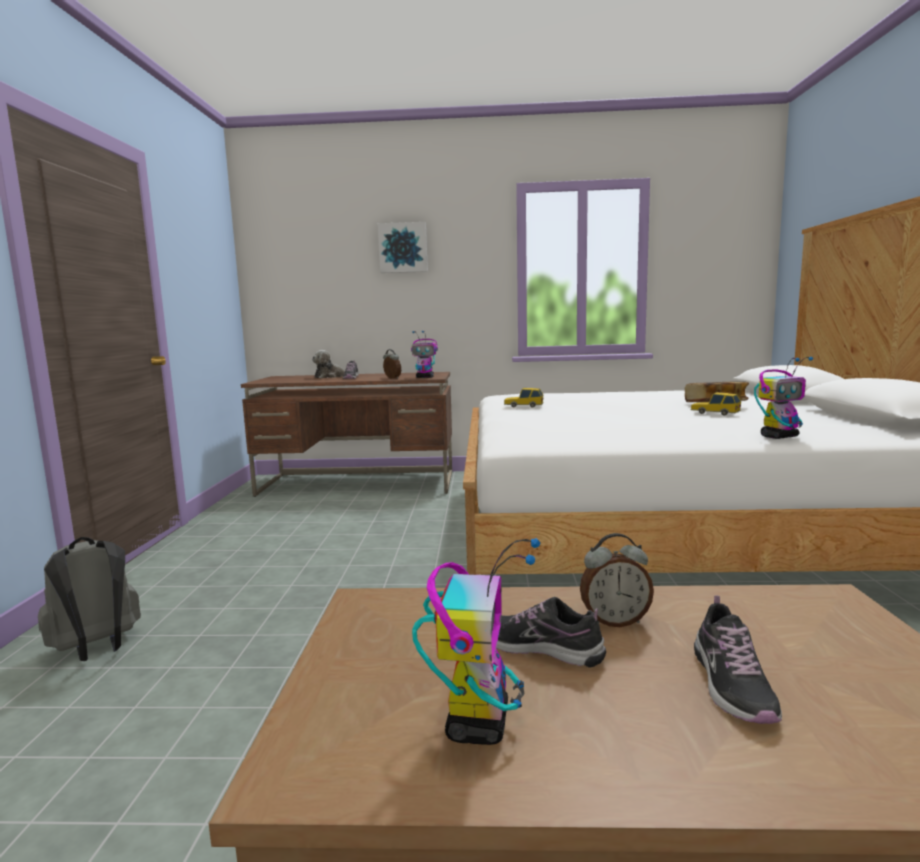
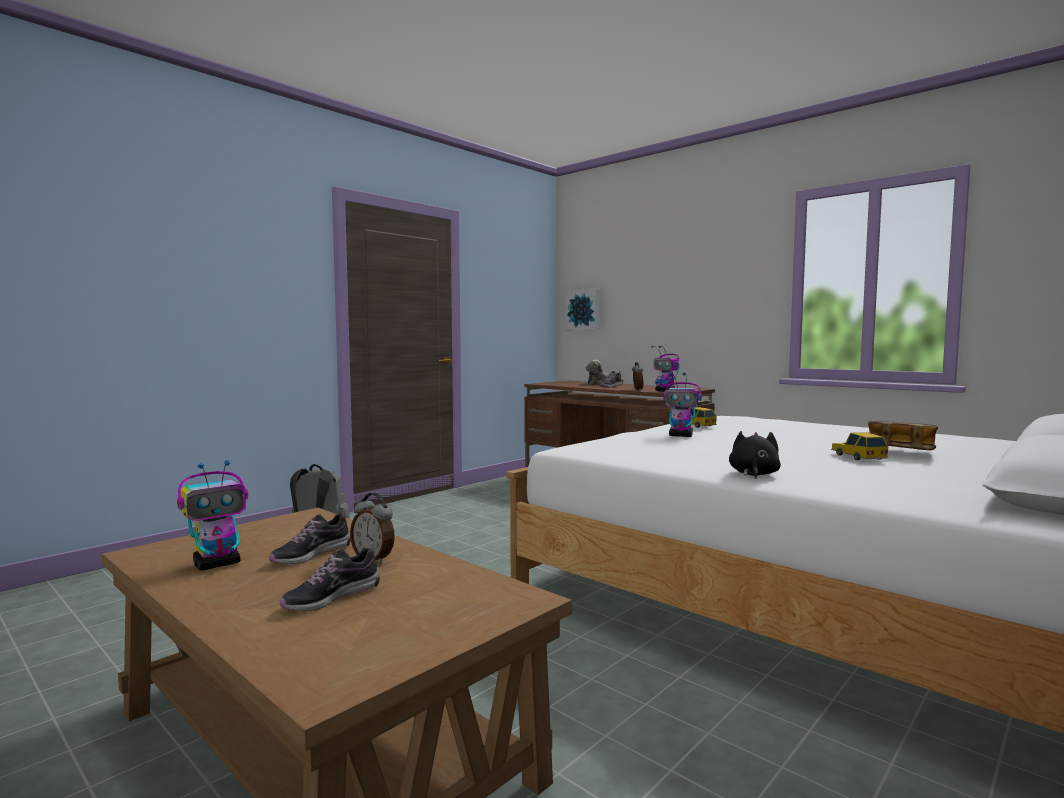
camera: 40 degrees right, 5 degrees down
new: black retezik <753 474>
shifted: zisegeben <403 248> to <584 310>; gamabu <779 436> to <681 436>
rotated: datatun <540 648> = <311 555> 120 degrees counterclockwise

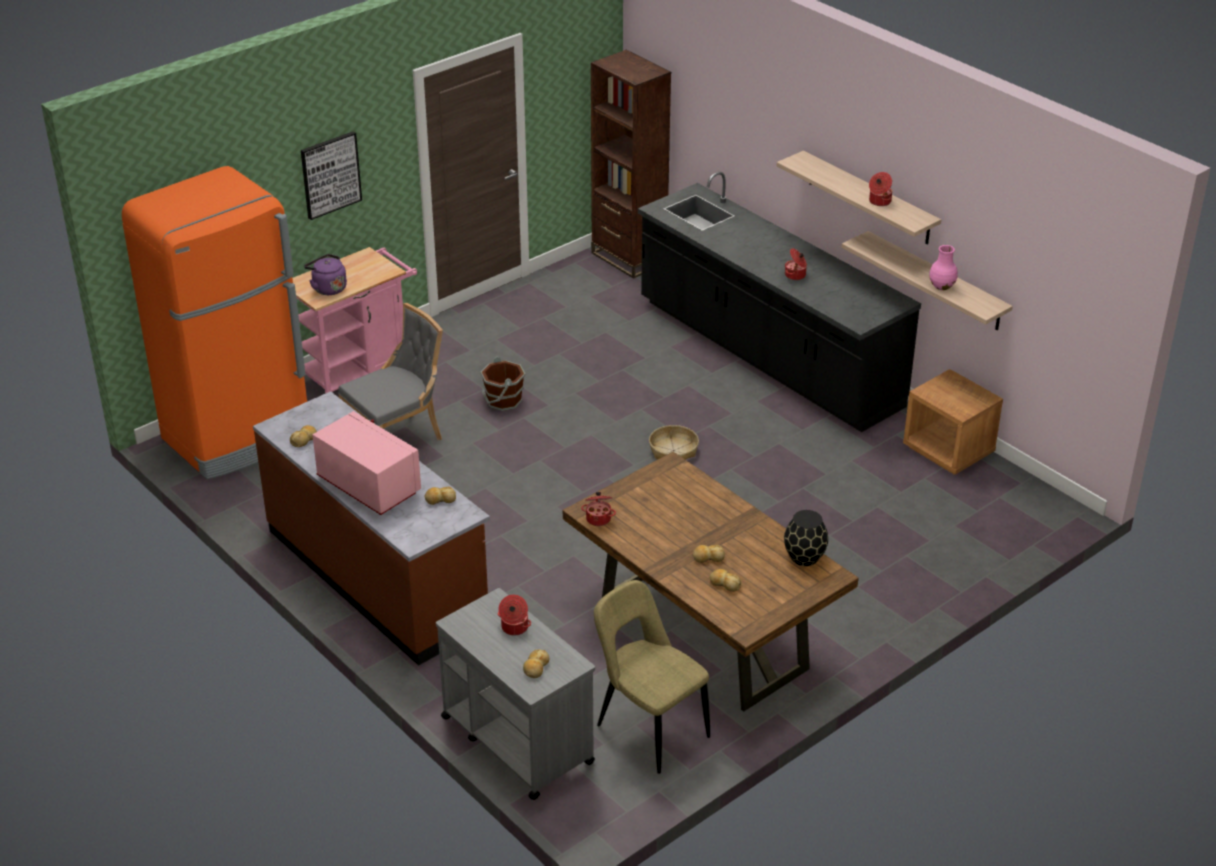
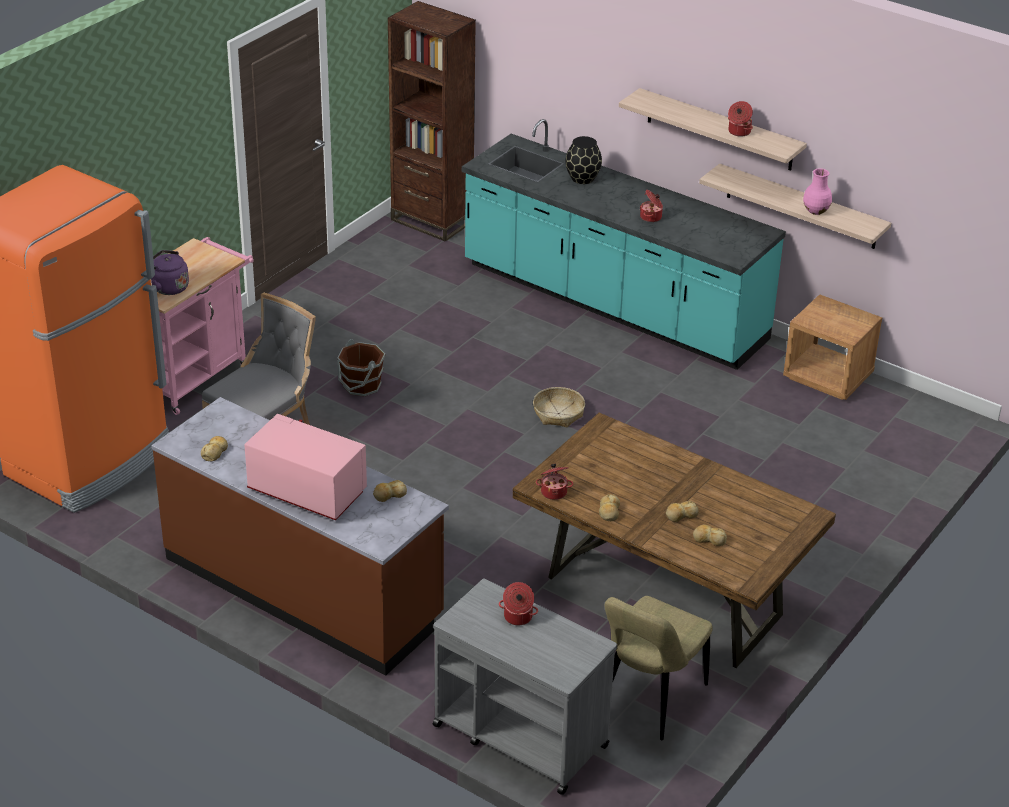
camera: 15 degrees left, 0 degrees up
gone: zisegeben <330 174>
shifted: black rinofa <805 557> to <583 178>; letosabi <536 668> to <609 512>
repainted: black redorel <767 355> to turquoise redorel <613 304>
rotated: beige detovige <649 729> = <649 701> 90 degrees counterclockwise

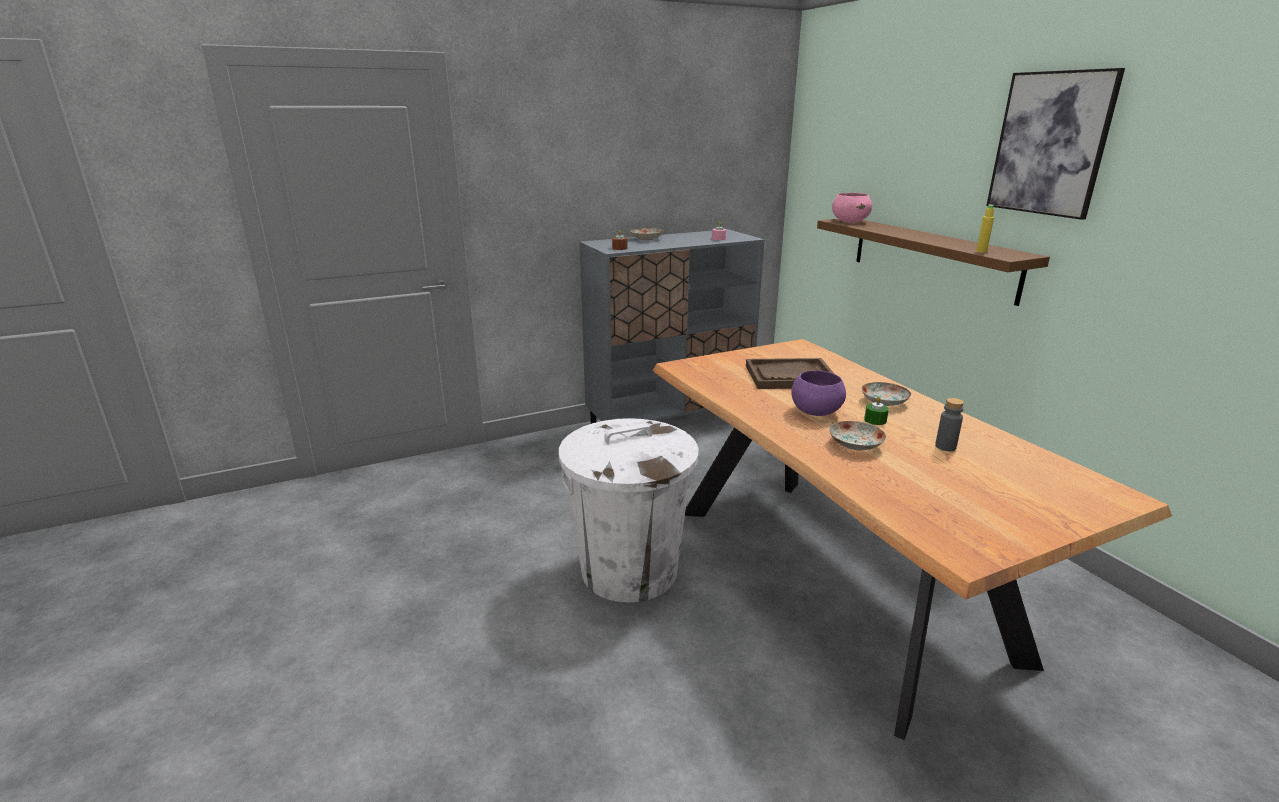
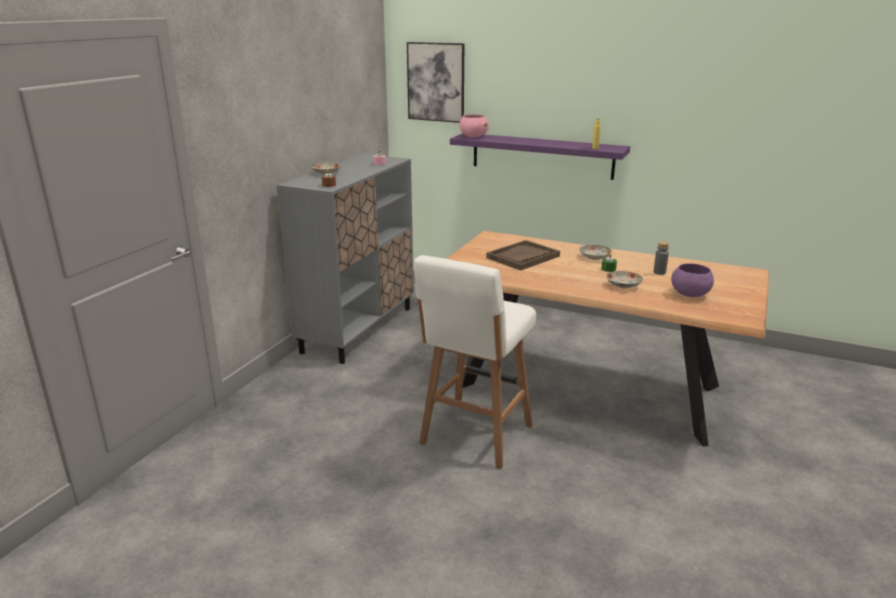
camera: 40 degrees left, 0 degrees up
shifted: zisegeben <1050 144> to <436 82>; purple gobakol <815 412> to <690 294>
swapped: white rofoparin <628 570> to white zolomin <474 436>
repainted: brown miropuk <932 257> to purple miropuk <542 155>

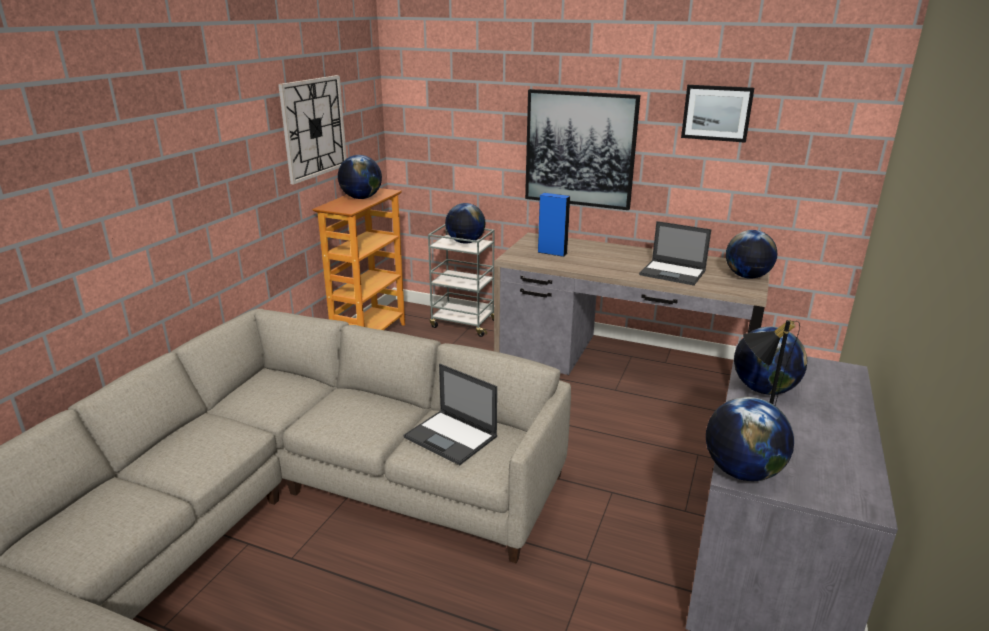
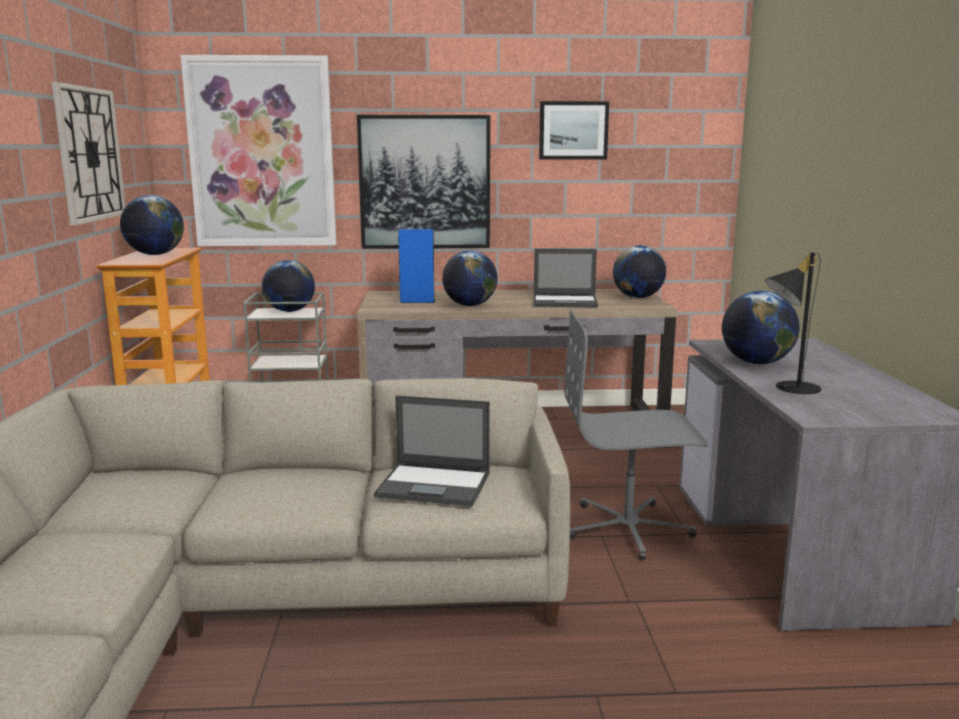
camera: 25 degrees left, 10 degrees down
new: zisegeben <262 153>; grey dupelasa <628 529>
shifted: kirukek <742 472> to <469 305>

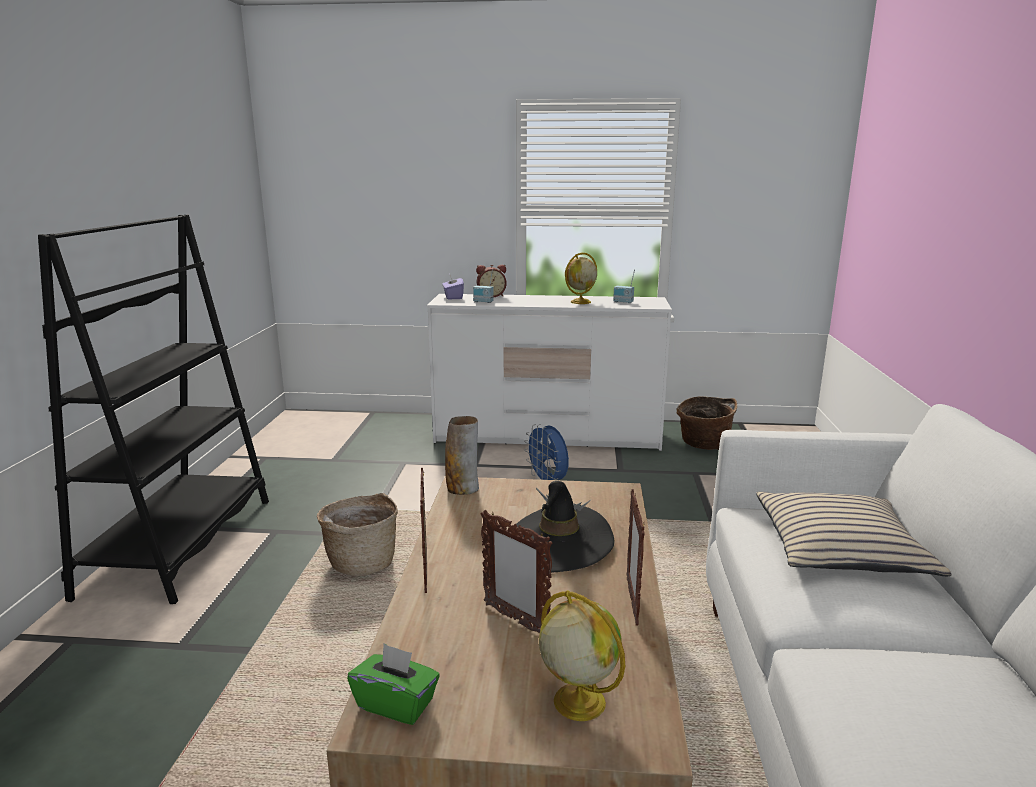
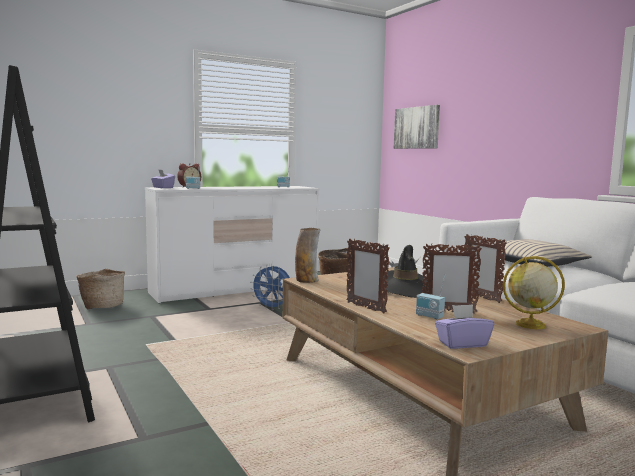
camera: 35 degrees left, 10 degrees down
gone: kirukek <580 302>
new: zisegeben <417 128>; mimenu <429 316>
shifted: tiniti <362 562> to <102 306>
repainted: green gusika <396 703> to purple gusika <462 344>

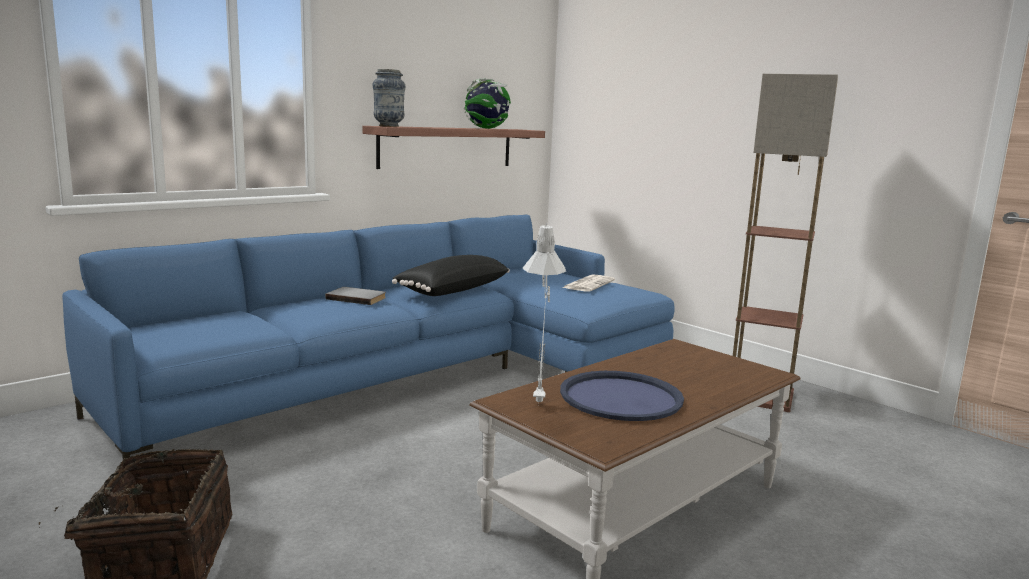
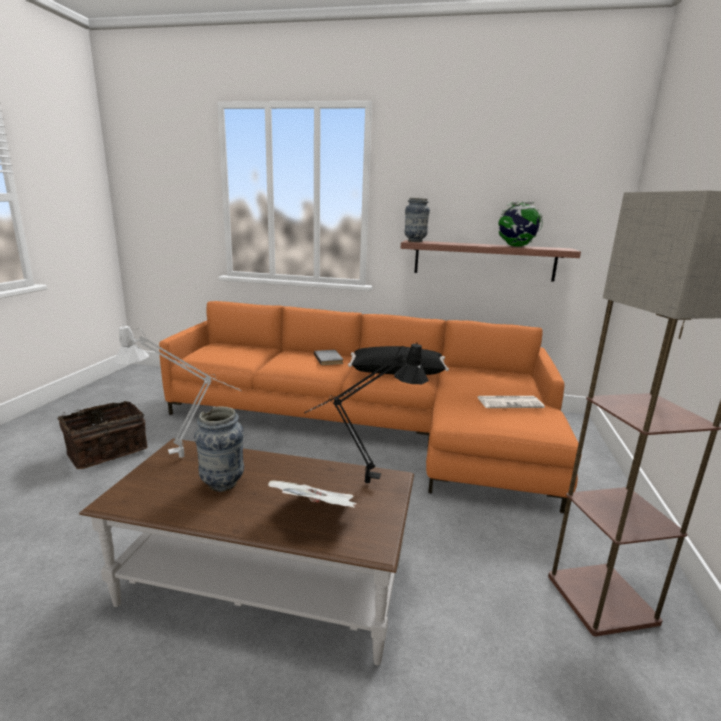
camera: 55 degrees right, 5 degrees up
new: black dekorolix <359 482>; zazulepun <317 513>
swapped: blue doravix <620 397> to rinofa <222 484>
repainted: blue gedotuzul <418 375> to orange gedotuzul <371 425>

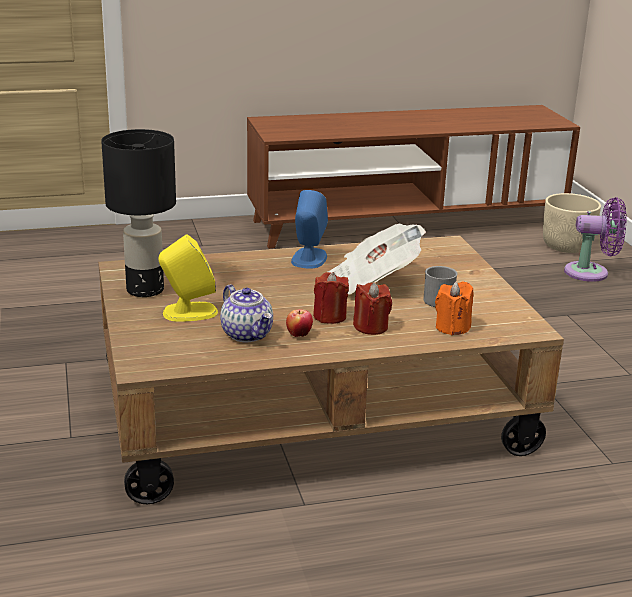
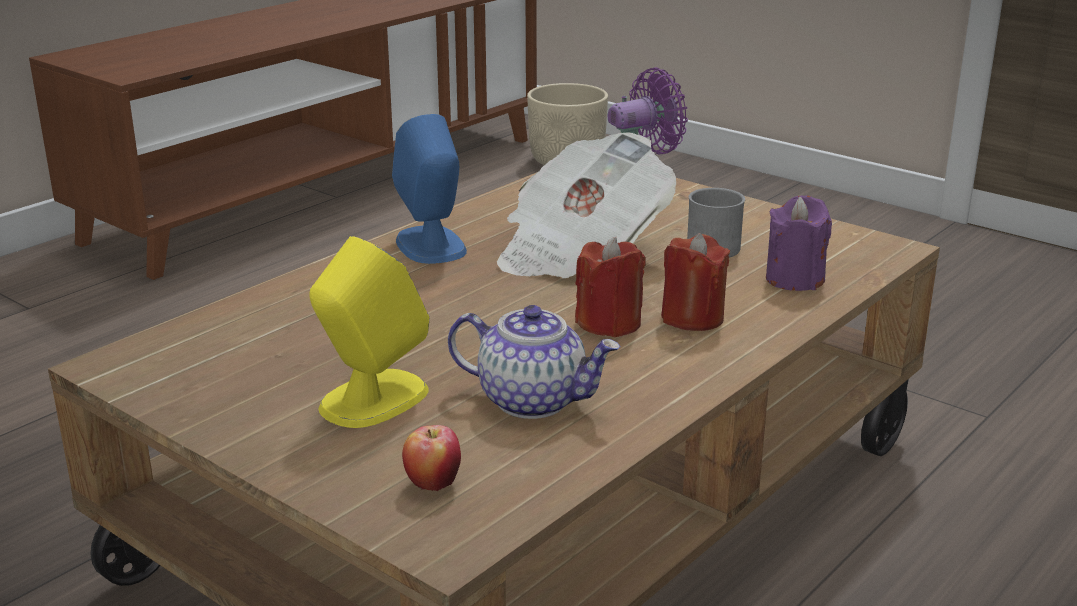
camera: 35 degrees left, 0 degrees up
gone: black dekorolix <144 290>
shifted: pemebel <299 335> to <433 484>
repainted: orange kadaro <452 327> to purple kadaro <794 279>

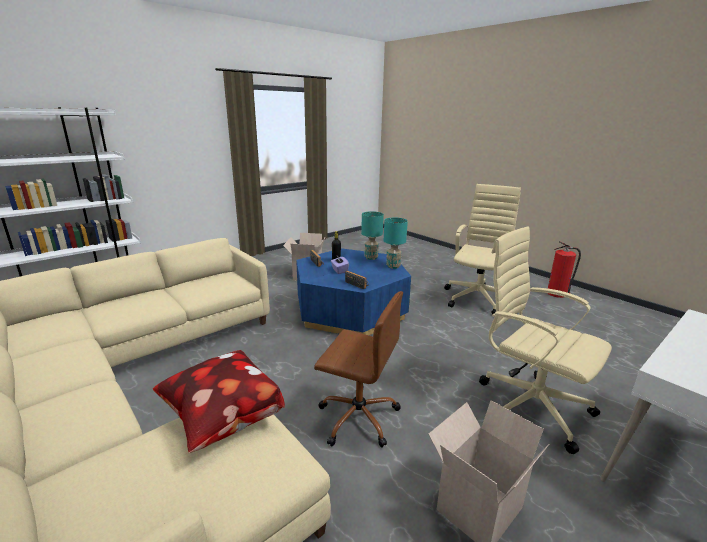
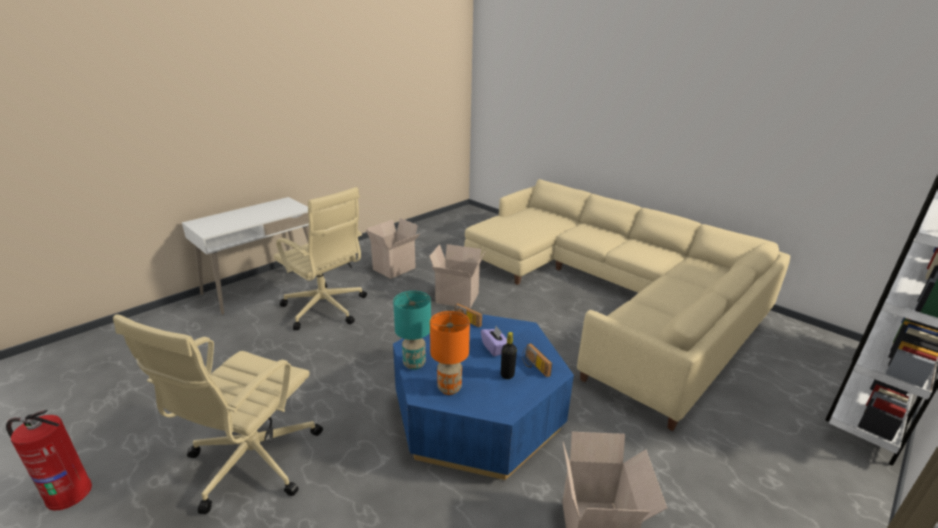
camera: 175 degrees right, 5 degrees up
gone: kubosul <222 421>
swapped: brown dupelasa <357 417> to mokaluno <456 298>
repainted: turquoise dekorolix <371 258> to orange dekorolix <449 388>

